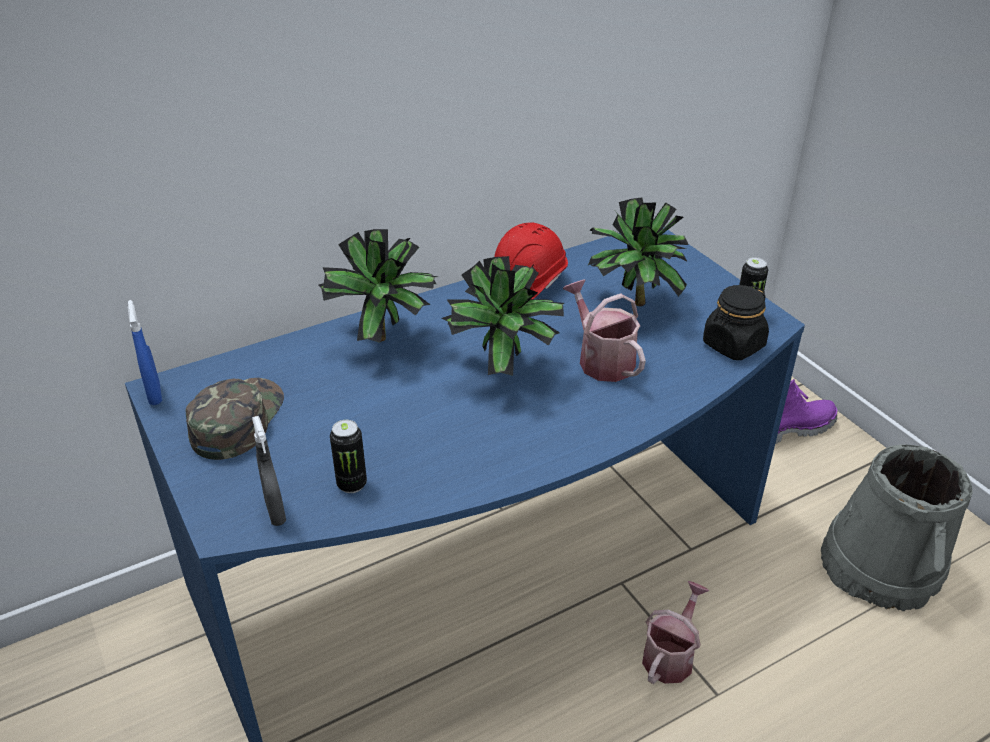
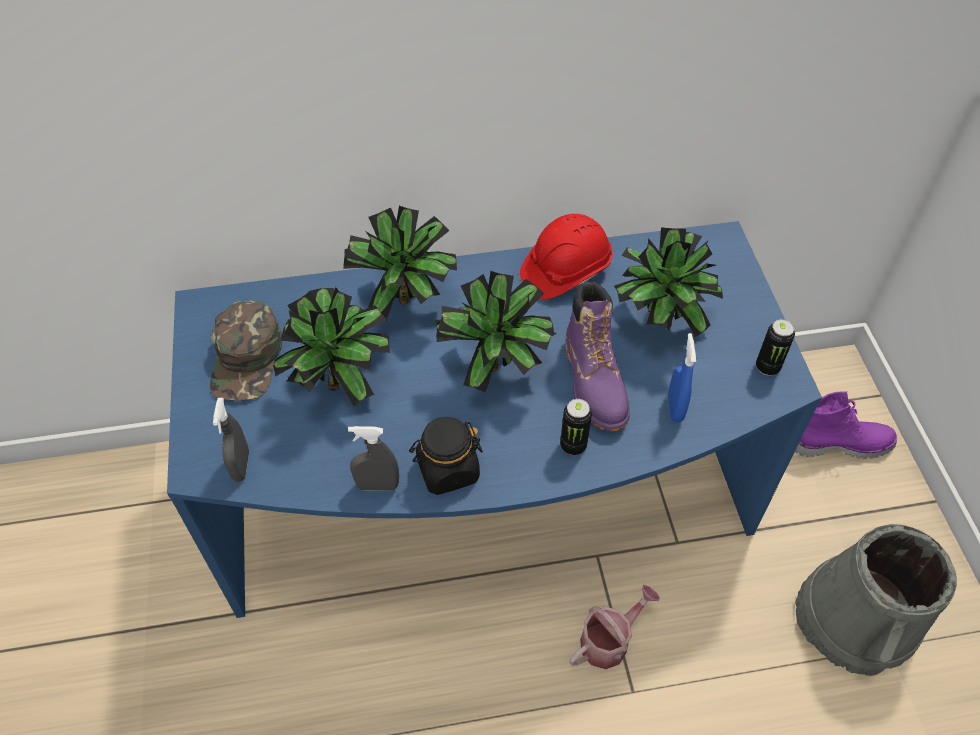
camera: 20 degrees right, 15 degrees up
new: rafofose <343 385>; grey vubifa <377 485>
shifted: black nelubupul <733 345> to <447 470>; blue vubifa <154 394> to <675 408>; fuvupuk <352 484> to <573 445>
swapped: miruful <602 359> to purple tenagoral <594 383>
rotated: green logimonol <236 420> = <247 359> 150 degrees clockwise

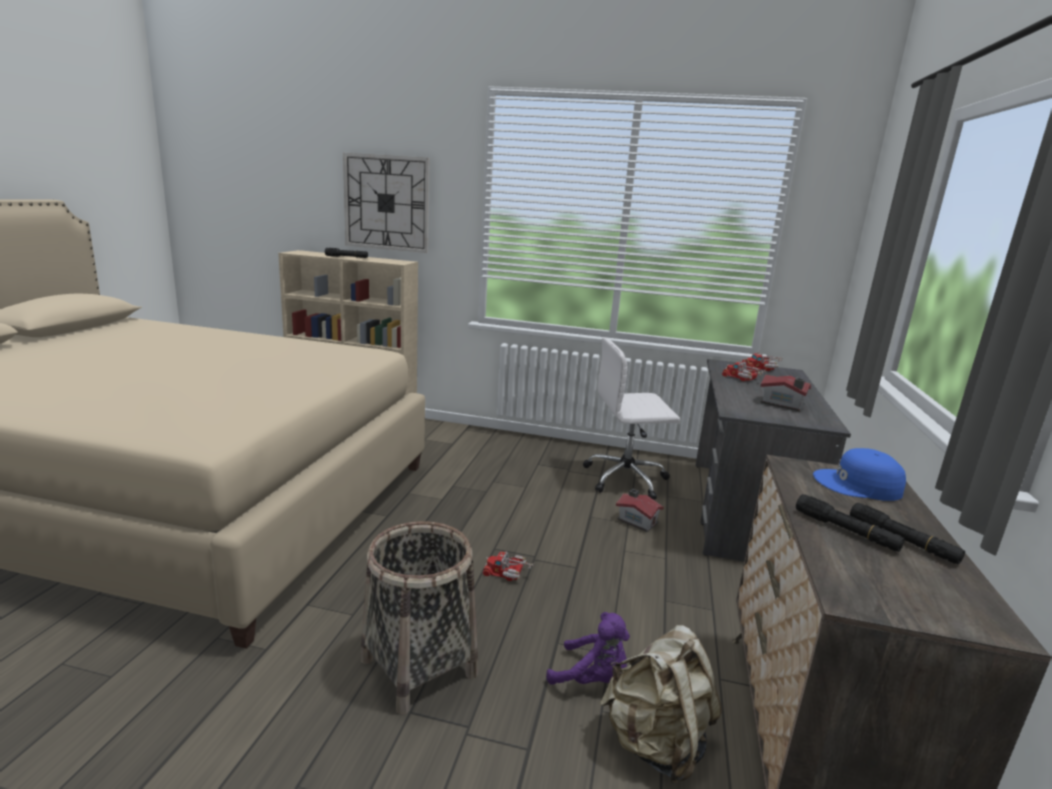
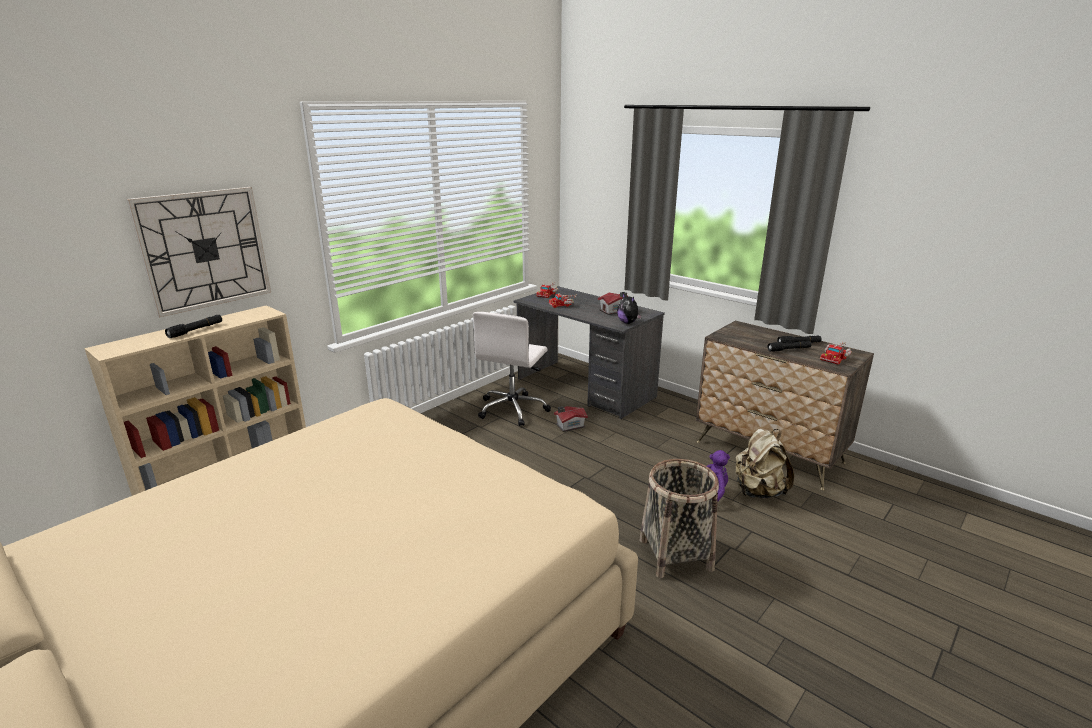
camera: 60 degrees left, 5 degrees up
gone: blue logimonol <858 485>
new: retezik <628 322>
shifted: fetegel <508 573> to <835 357>

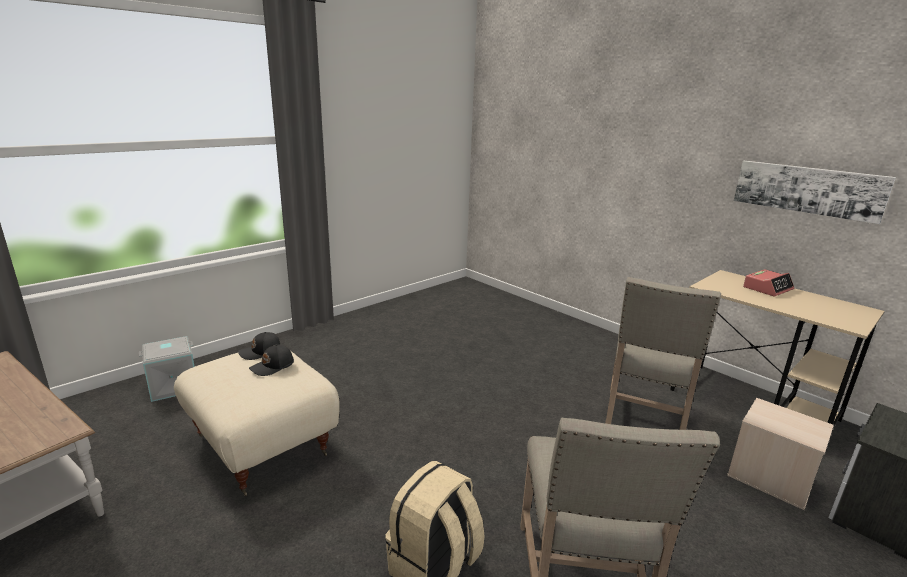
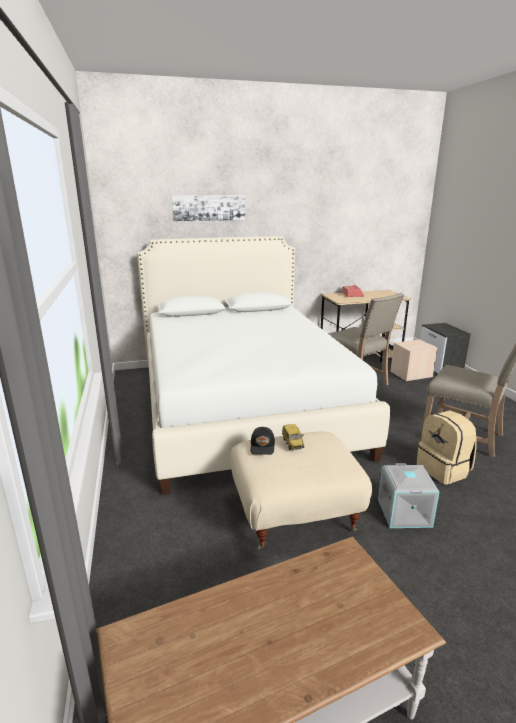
camera: 60 degrees left, 0 degrees up
new: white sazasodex <243 405>
shifted: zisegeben <807 189> to <209 207>; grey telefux <173 386> to <405 513>
swapped: black logimonol <273 366> to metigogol <293 444>

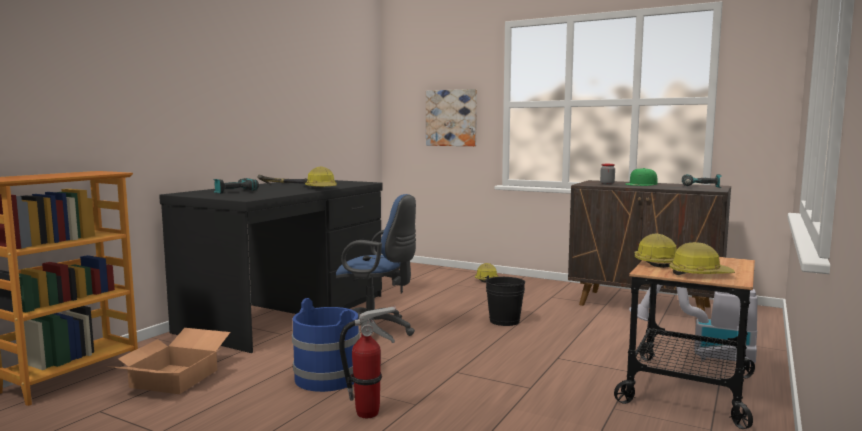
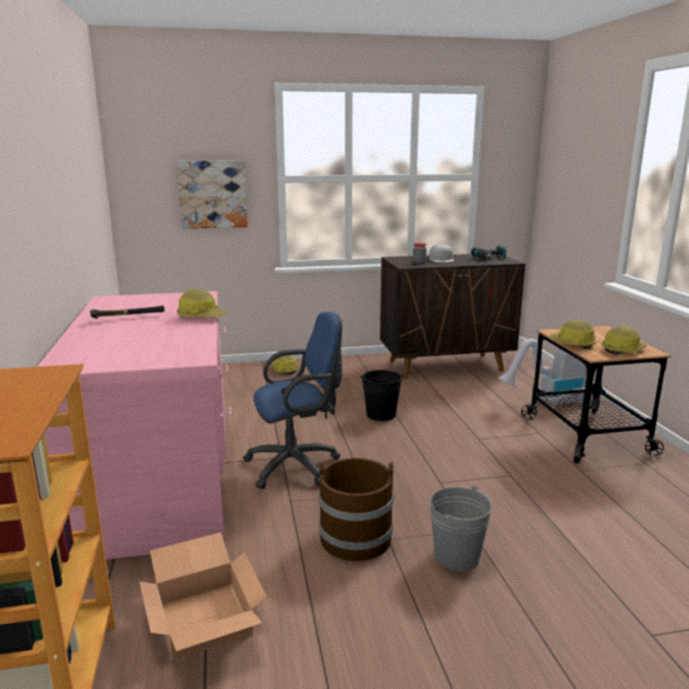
camera: 40 degrees left, 10 degrees up
gone: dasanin <234 191>
swapped: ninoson <368 413> to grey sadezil <456 556>
repainted: green logimonol <641 184> to white logimonol <441 259>; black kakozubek <287 313> to pink kakozubek <160 477>; blue sadezil <326 377> to brown sadezil <355 538>

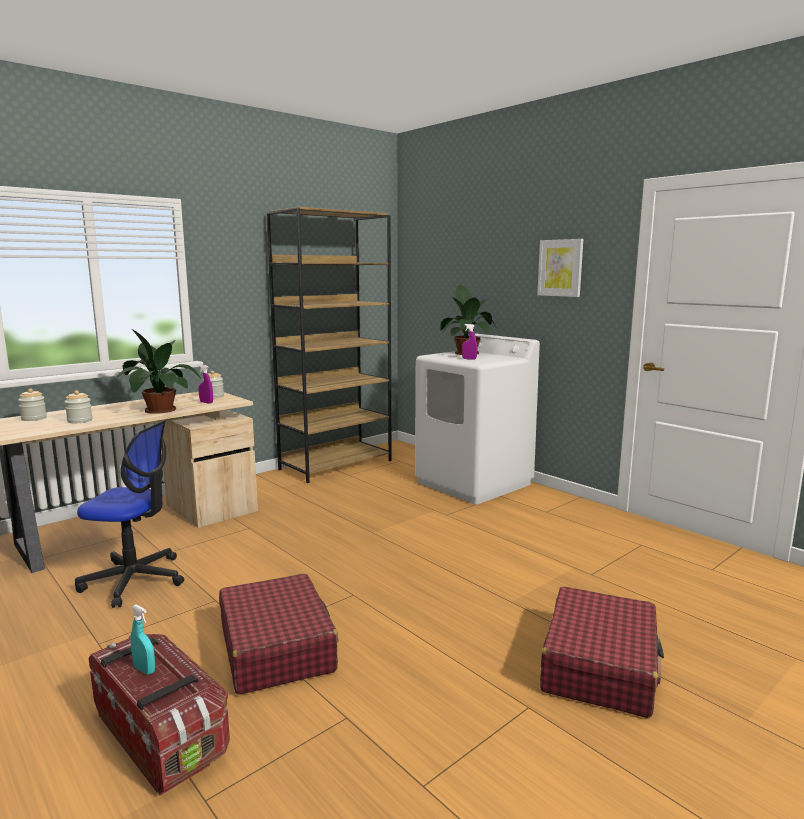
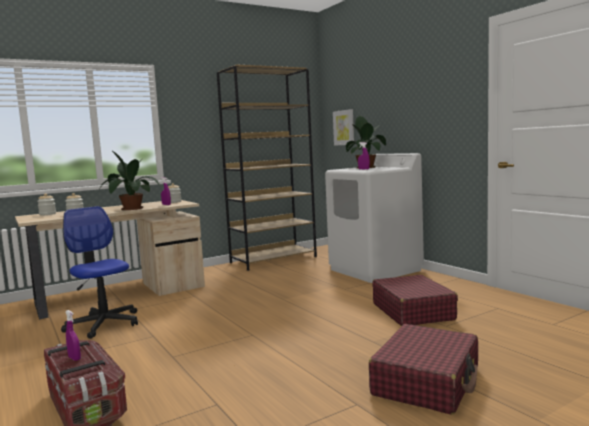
camera: 10 degrees right, 5 degrees down
shifted: zisegeben <560 268> to <344 127>; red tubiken <277 647> to <412 311>
repainted: turquoise vubifa <144 670> to purple vubifa <74 358>
rotated: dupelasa <134 580> = <104 324> 150 degrees counterclockwise

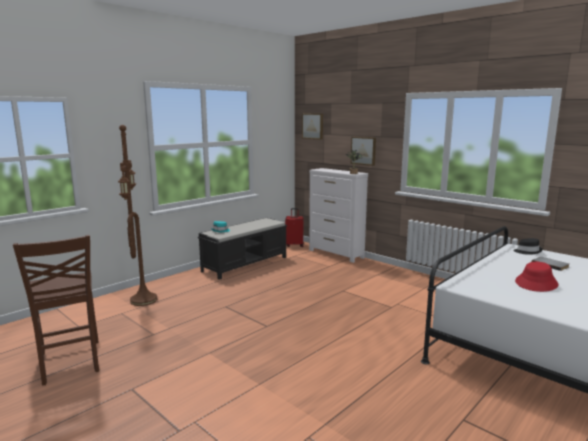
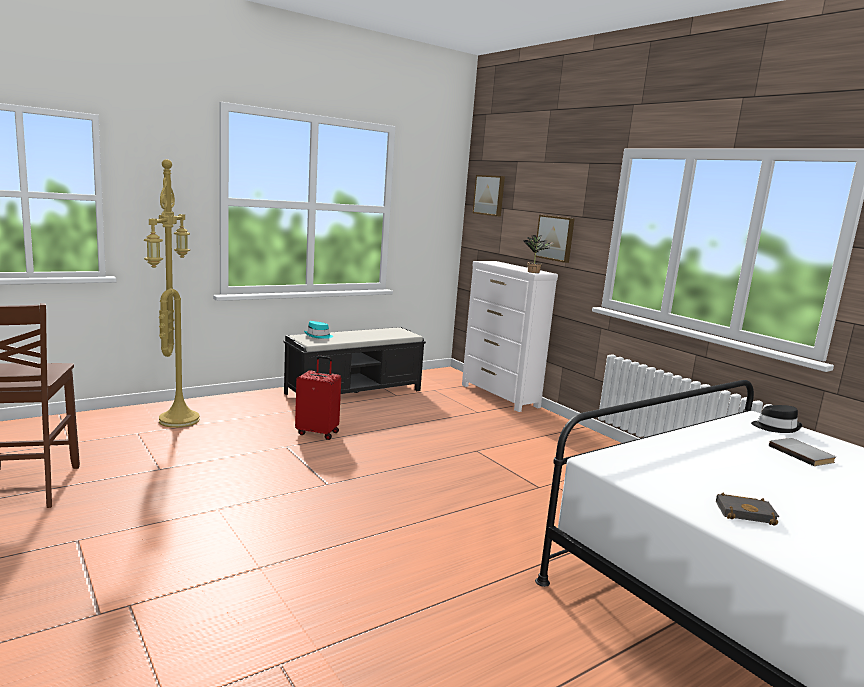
camera: 10 degrees right, 0 degrees up
gone: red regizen <536 283>
new: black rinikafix <746 513>
shifted: red tubiken <294 245> to <318 433>
repainted: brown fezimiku <142 300> to yellow fezimiku <177 419>

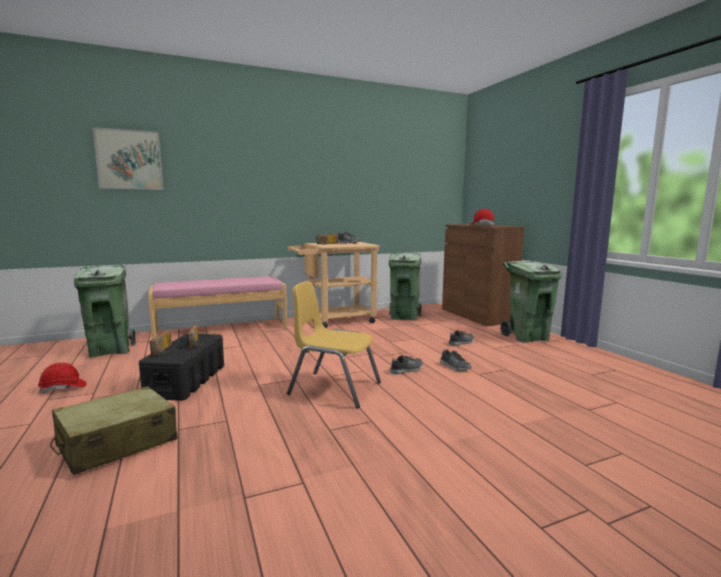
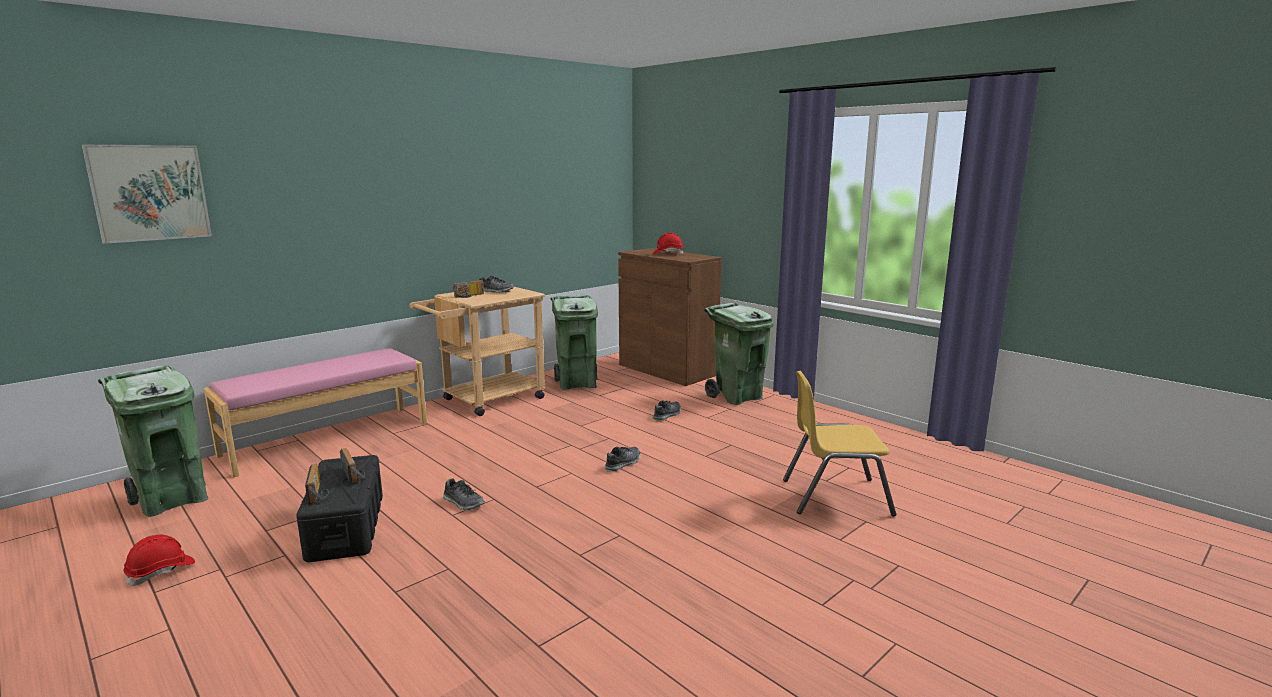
camera: 20 degrees left, 5 degrees up
gone: beige tubiken <116 443>
shifted: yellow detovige <334 388> to <835 496>; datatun <455 367> to <463 503>

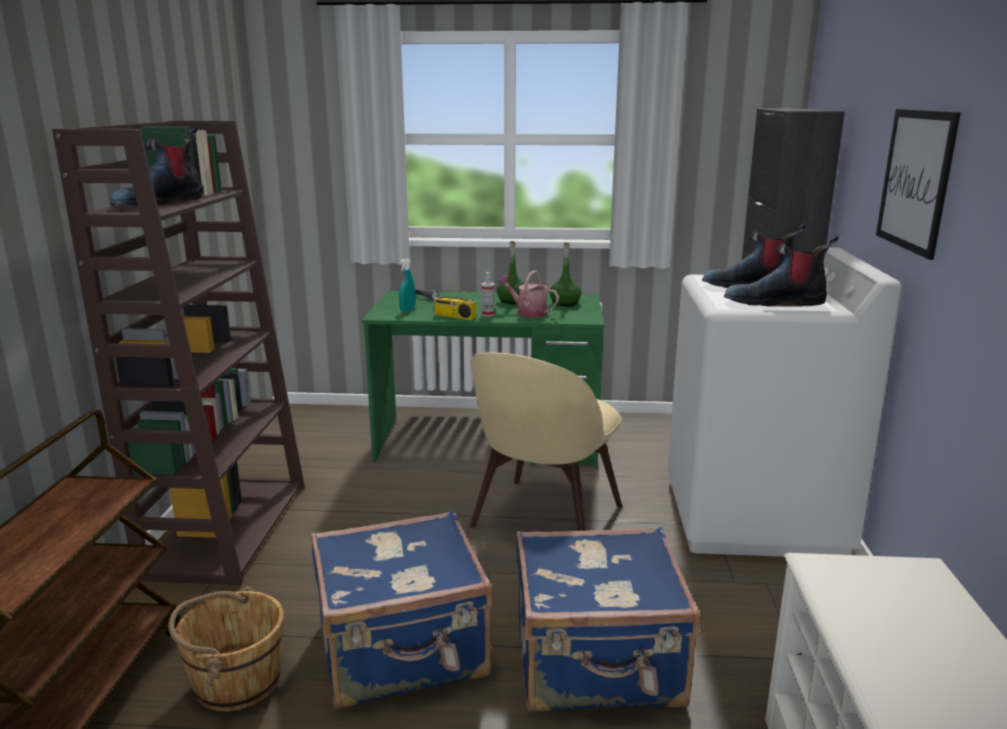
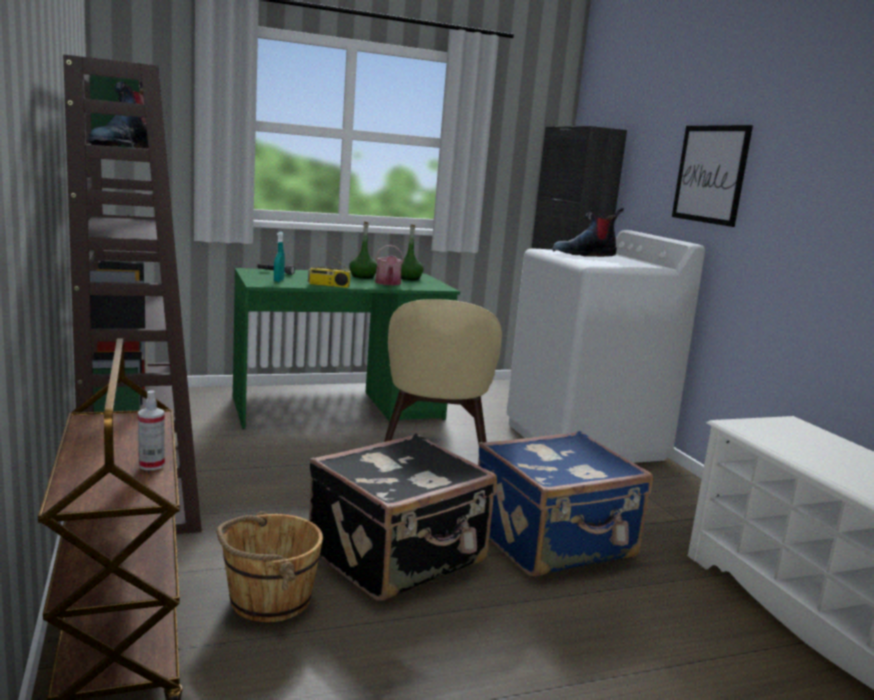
camera: 25 degrees left, 5 degrees down
gone: tenagoral <775 302>
shifted: vubifa <487 314> to <151 465>
repainted: blue tubiken <403 652> to black tubiken <399 557>
rotated: miruful <528 312> = <388 283> 105 degrees counterclockwise

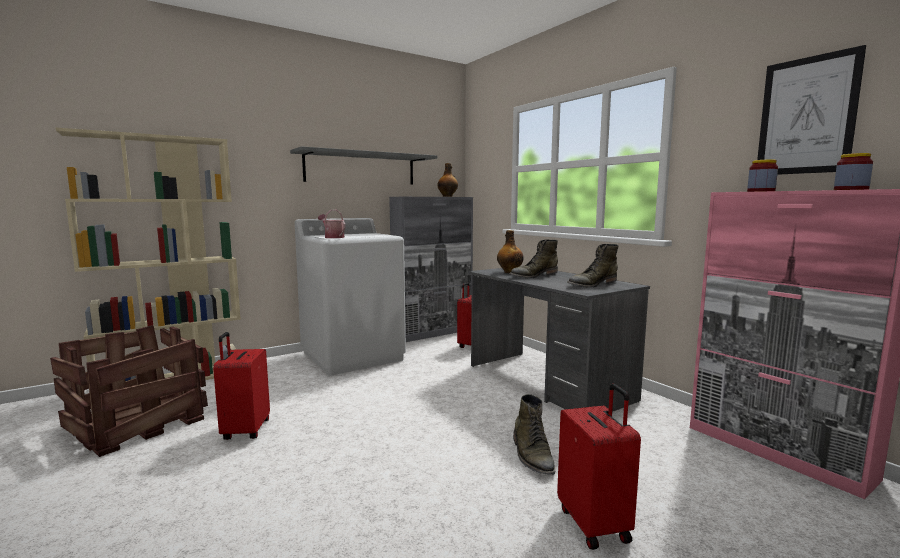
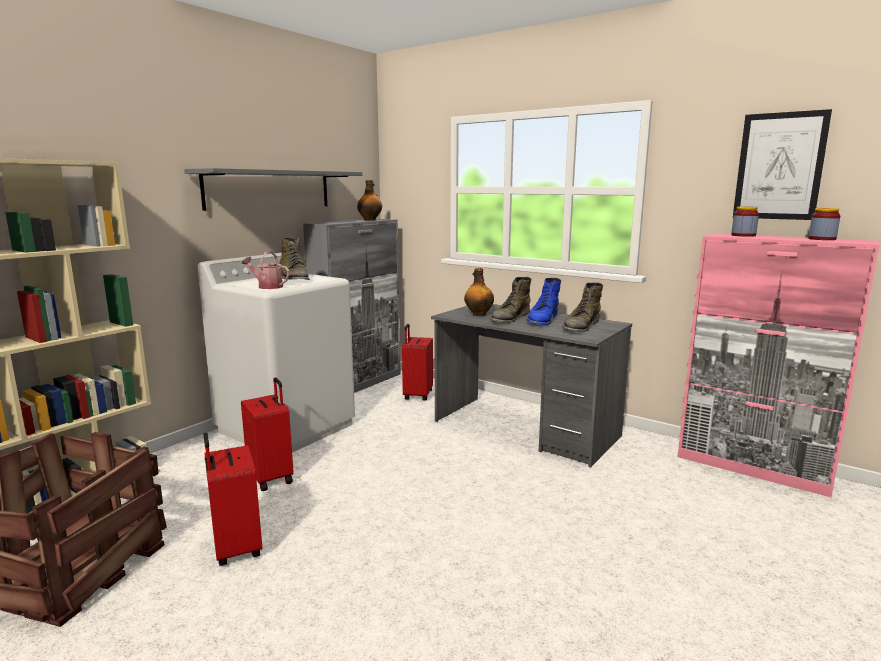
camera: 20 degrees left, 5 degrees up
new: blue tenagoral <542 320>
shifted: red tubiken <595 524> to <272 477>; green tenagoral <532 455> to <293 278>

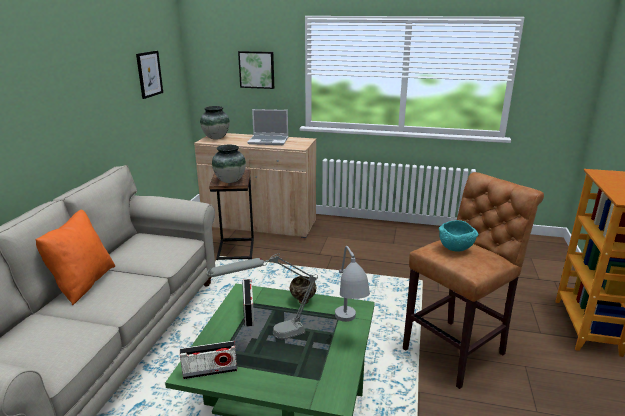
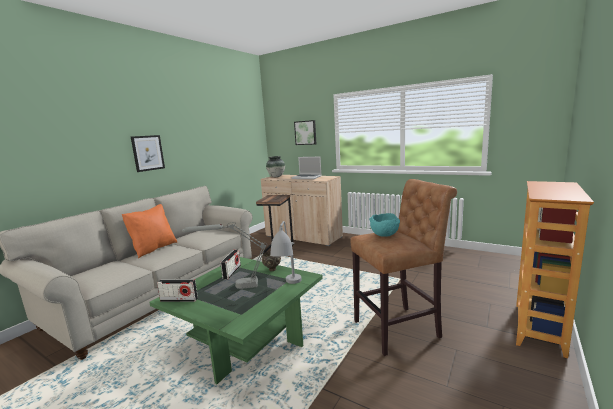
camera: 20 degrees right, 10 degrees down
gone: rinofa <230 181>
shifted: zisegeben <149 74> to <148 153>

